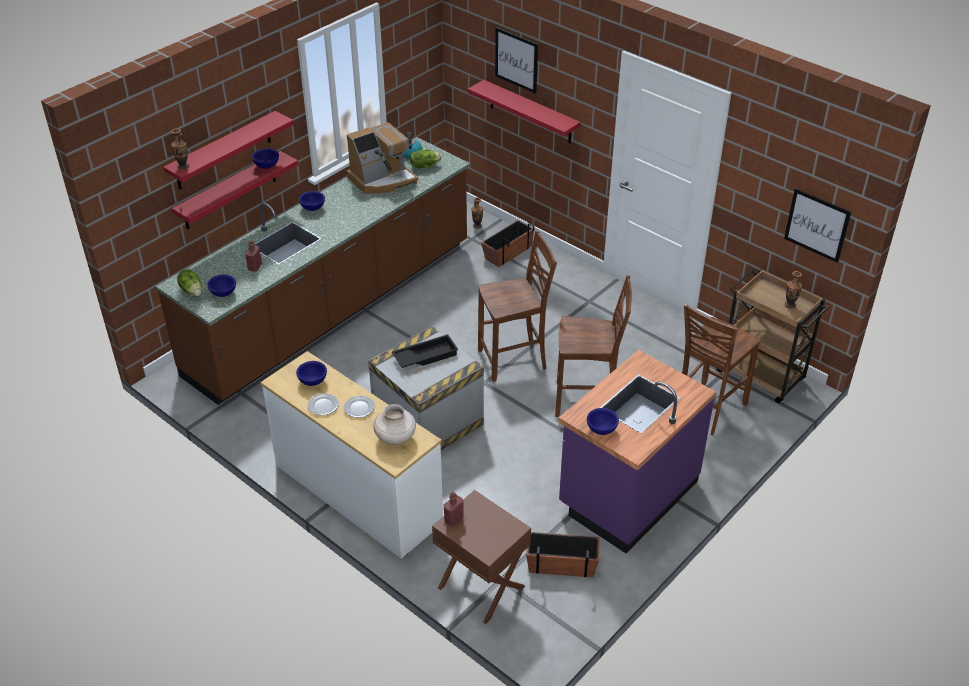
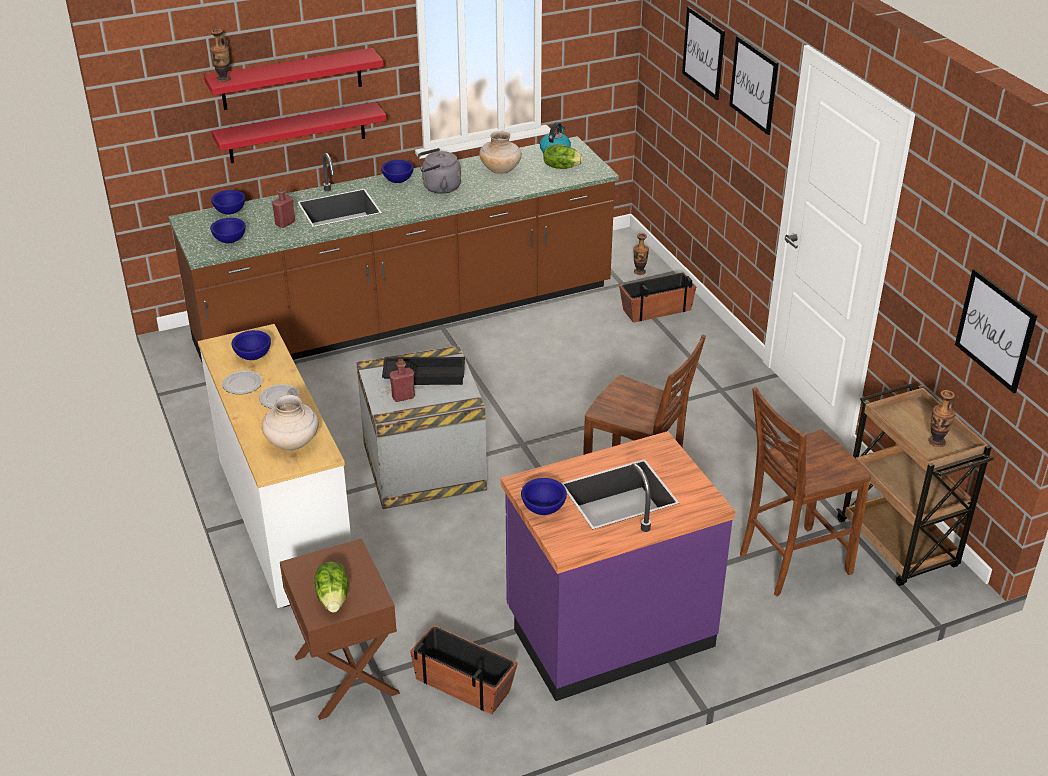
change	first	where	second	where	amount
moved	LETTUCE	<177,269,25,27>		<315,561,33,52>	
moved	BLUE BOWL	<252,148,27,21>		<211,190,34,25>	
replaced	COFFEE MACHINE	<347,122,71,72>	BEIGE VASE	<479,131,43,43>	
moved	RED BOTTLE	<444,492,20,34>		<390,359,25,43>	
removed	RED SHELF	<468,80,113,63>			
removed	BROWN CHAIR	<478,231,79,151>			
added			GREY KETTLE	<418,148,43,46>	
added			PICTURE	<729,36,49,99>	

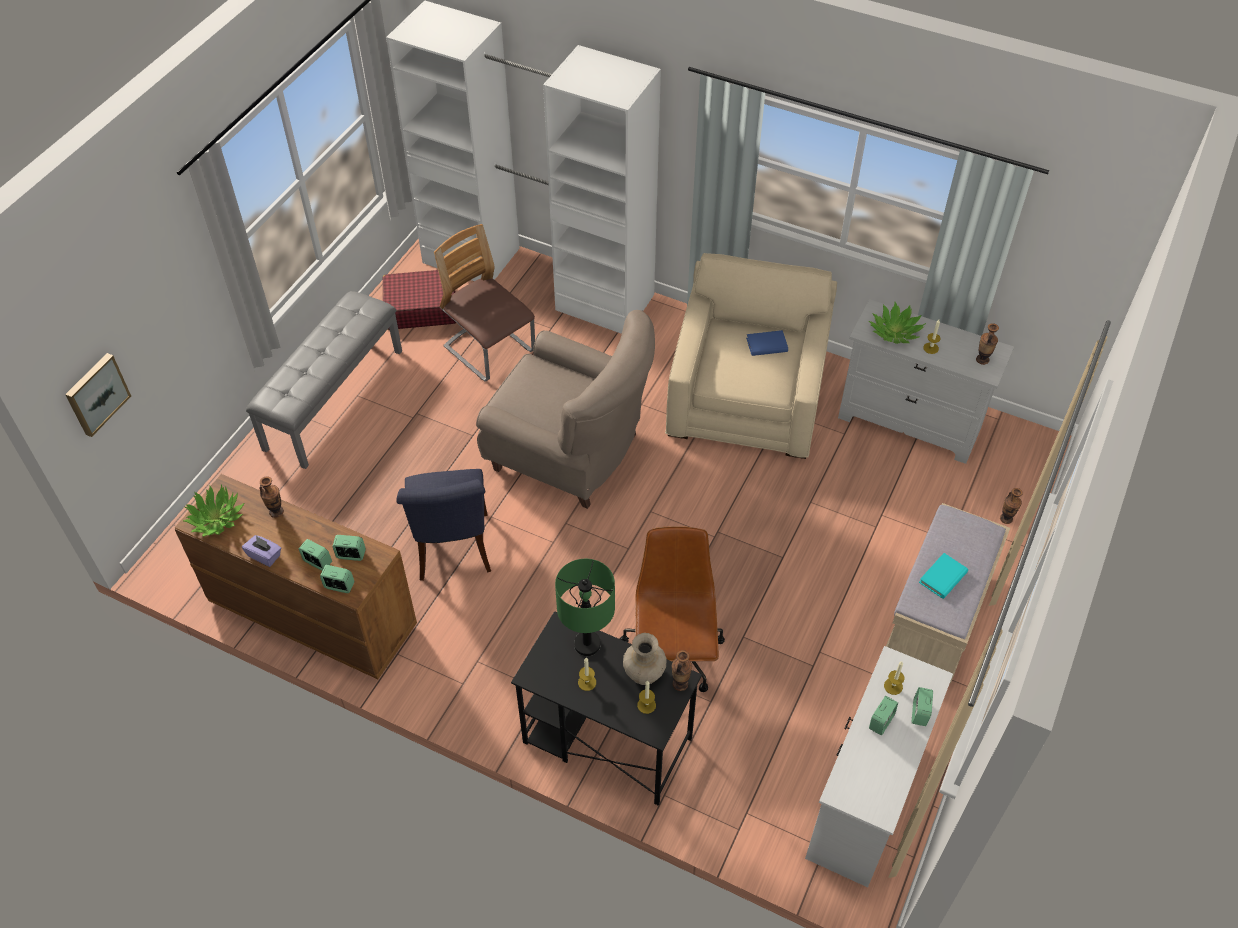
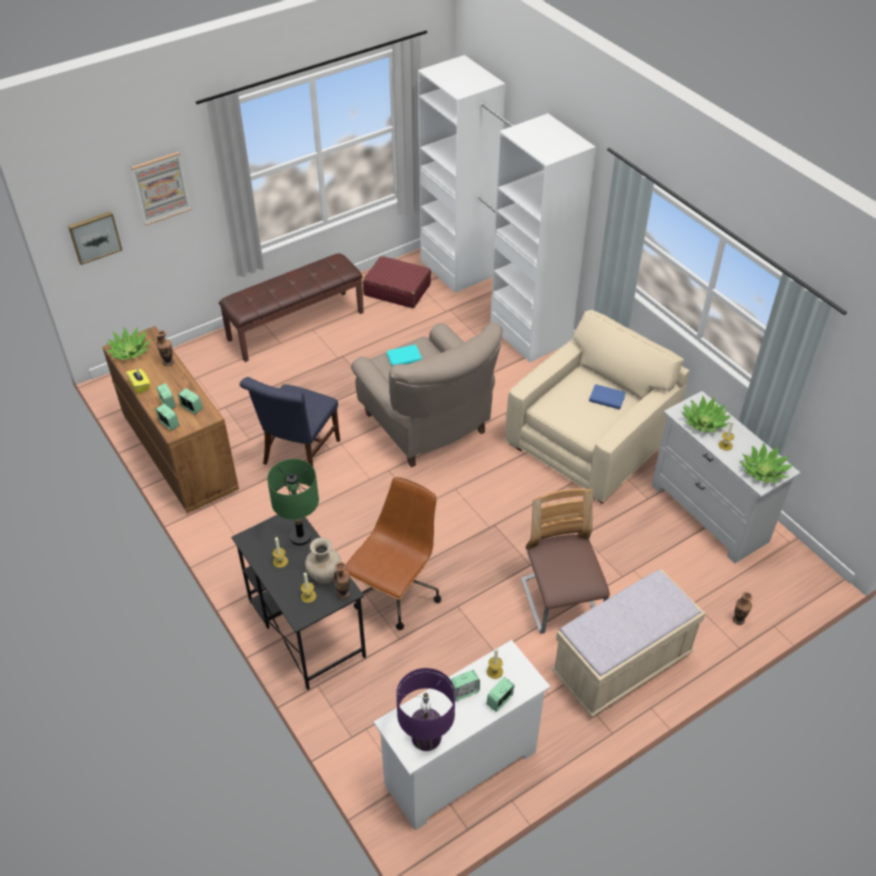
change	first	where	second	where	amount
recoloured	PURPLE TISSUE BOX	<242,535,39,32>	YELLOW TISSUE BOX	<126,368,24,26>	
recoloured	GREY BENCH	<246,291,156,178>	BROWN BENCH	<219,253,145,109>	
moved	CHAIR	<434,224,101,157>		<521,489,89,145>	
moved	TURQUOISE BOOK	<919,553,49,46>		<387,345,35,21>	
replaced	VASE	<976,323,23,42>	POTTED PLANT	<740,442,53,41>	
added			PICTURE	<131,152,60,73>	
added			PURPLE TABLE LAMP	<396,668,59,83>	

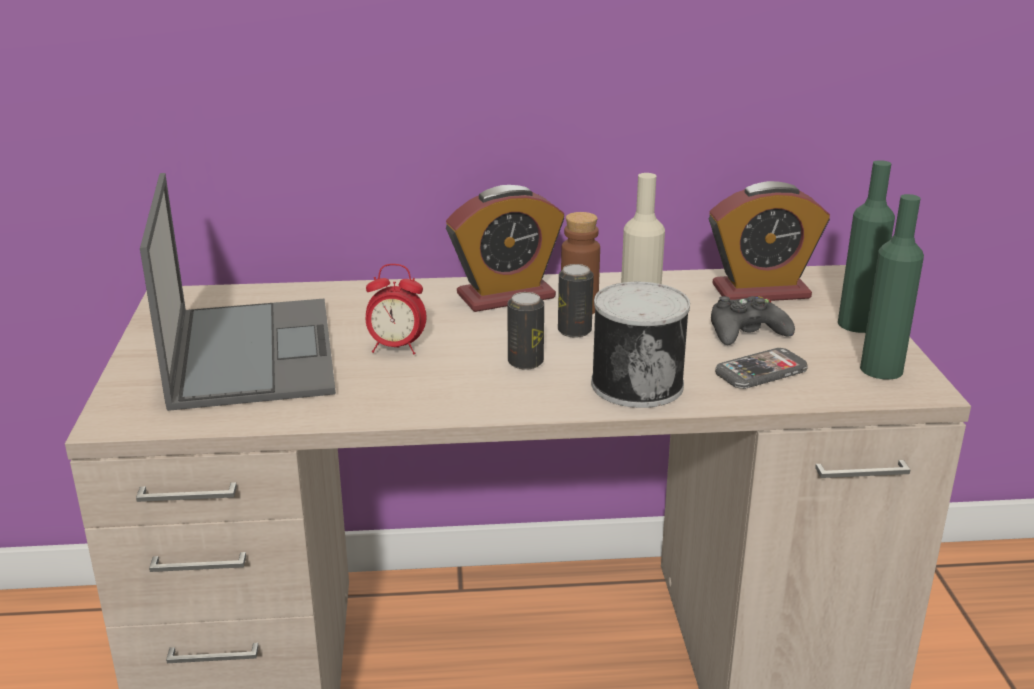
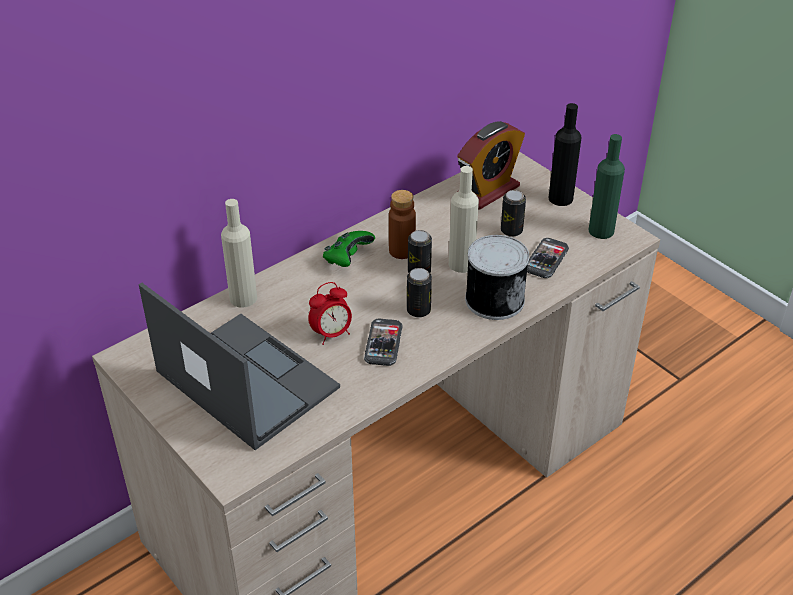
change	first	where	second	where	amount
replaced	ALARM CLOCK	<446,185,118,127>	GREEN GAME CONTROLLER	<323,231,52,36>	
replaced	BLACK GAME CONTROLLER	<711,296,84,49>	CAN	<501,190,25,47>	
recoloured	GREEN BOTTLE	<838,160,57,173>	BLACK BOTTLE	<549,103,32,103>	
added			BEIGE BOTTLE	<221,199,36,109>	
added			PHONE	<364,319,39,47>	

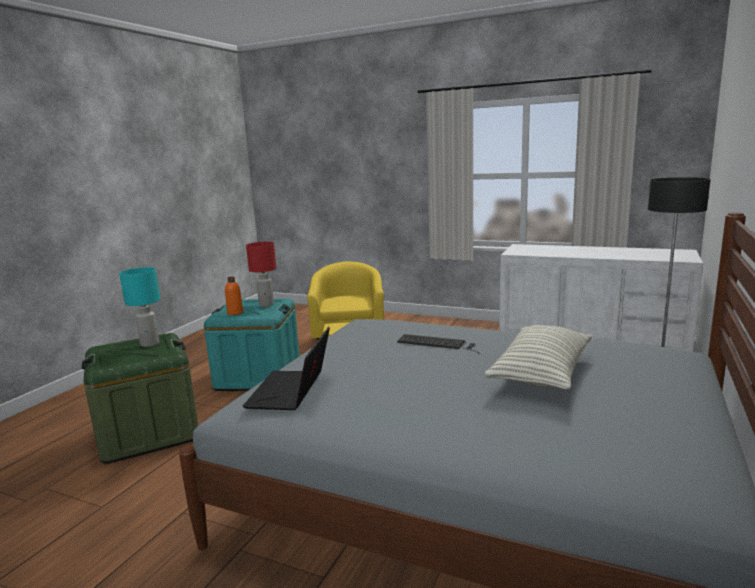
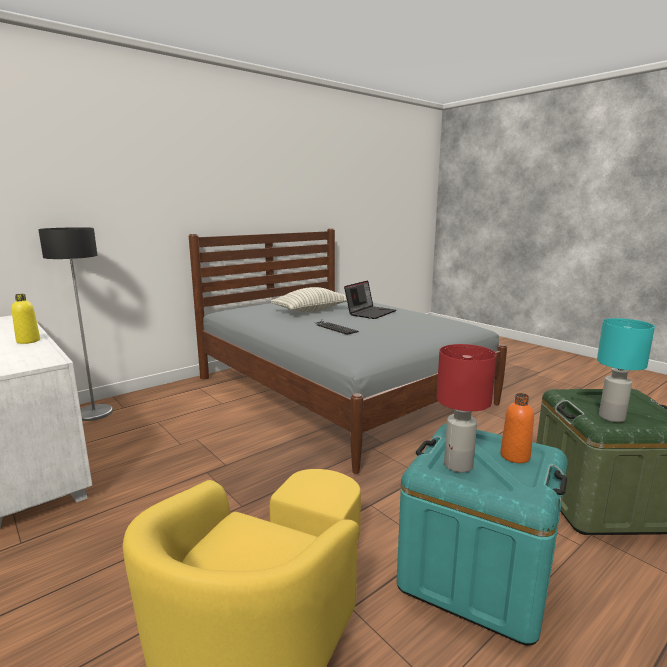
change	first	where	second	where	amount
moved	LAPTOP	<243,327,87,83>		<344,280,52,39>	
added			YELLOW BOTTLE	<11,294,29,50>	

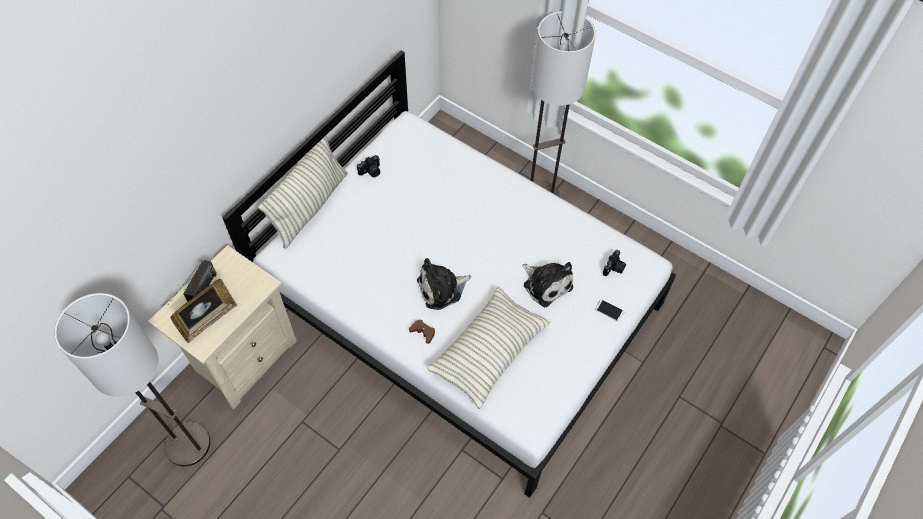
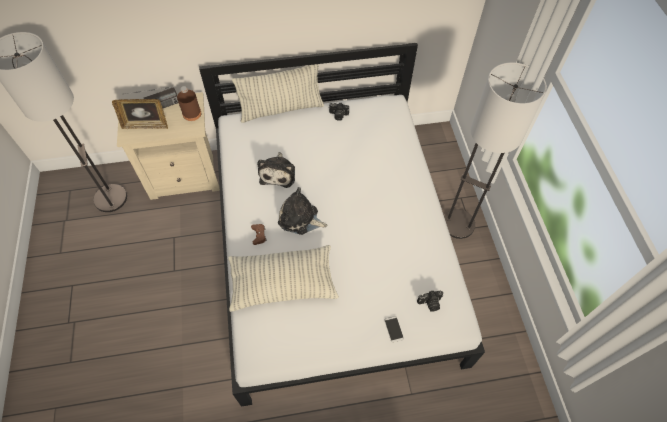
change	first	where	second	where	amount
moved	PLUSH TOY	<522,262,51,45>		<257,152,38,36>	
added			BROWN BOTTLE	<177,86,24,35>	

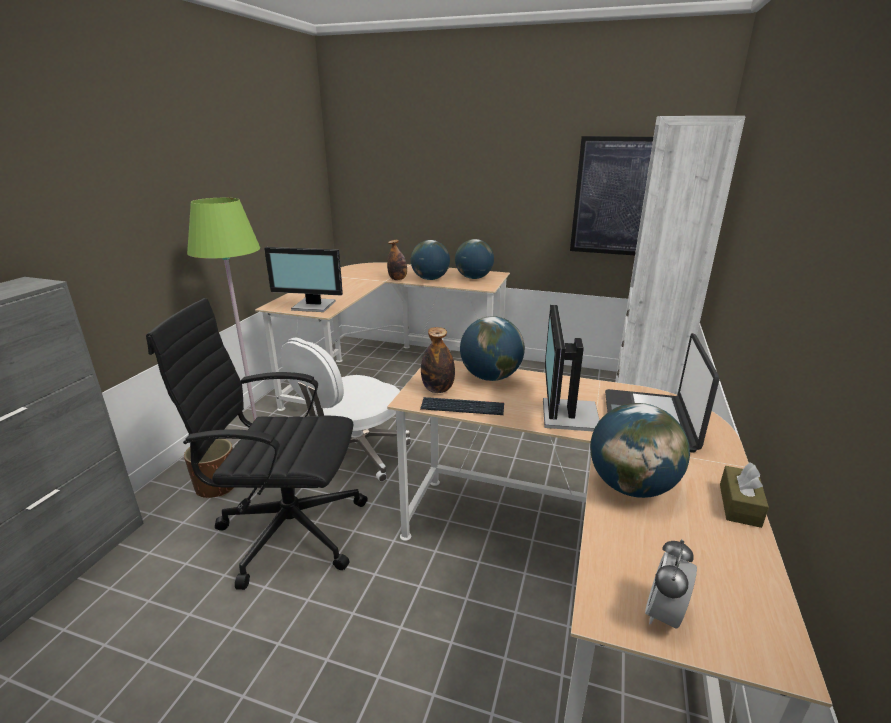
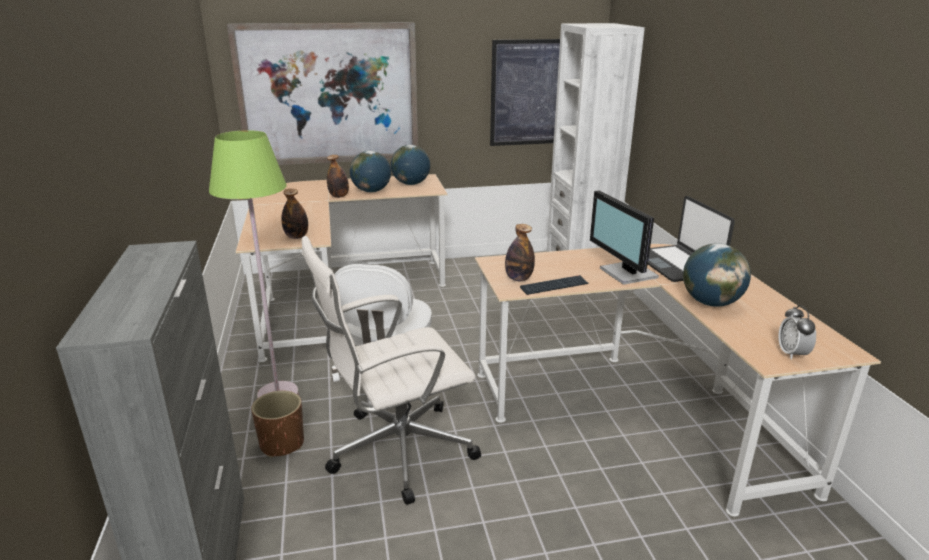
change	first	where	second	where	amount
recoloured	BLACK OFFICE CHAIR	<146,298,222,292>	WHITE OFFICE CHAIR	<302,236,179,269>	
replaced	MONITOR	<264,247,79,65>	BOTTLE	<281,189,27,50>	
removed	GLOBE	<460,316,65,65>			
removed	BROWN TISSUE BOX	<720,462,49,66>			
added			PICTURE	<227,22,191,143>	

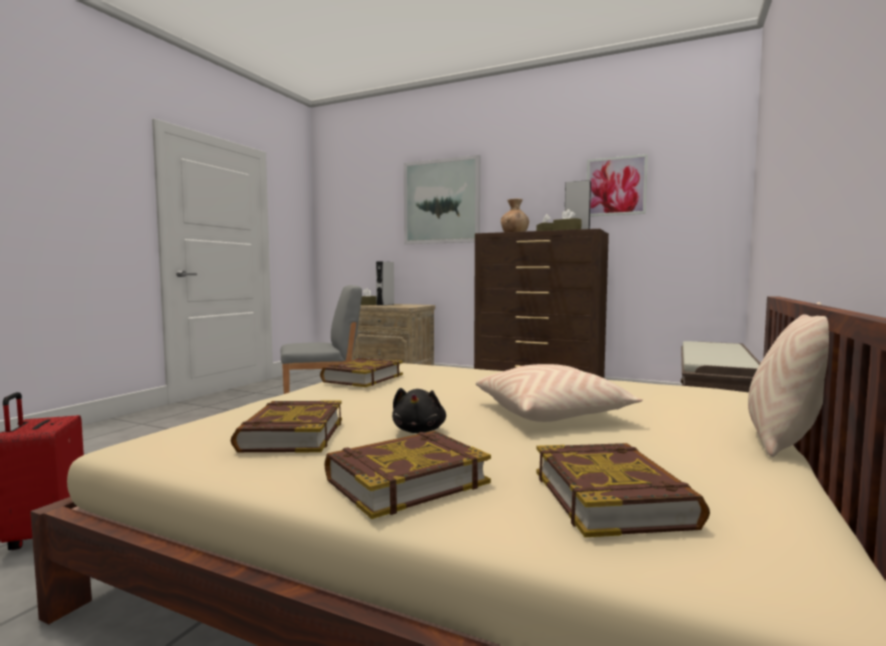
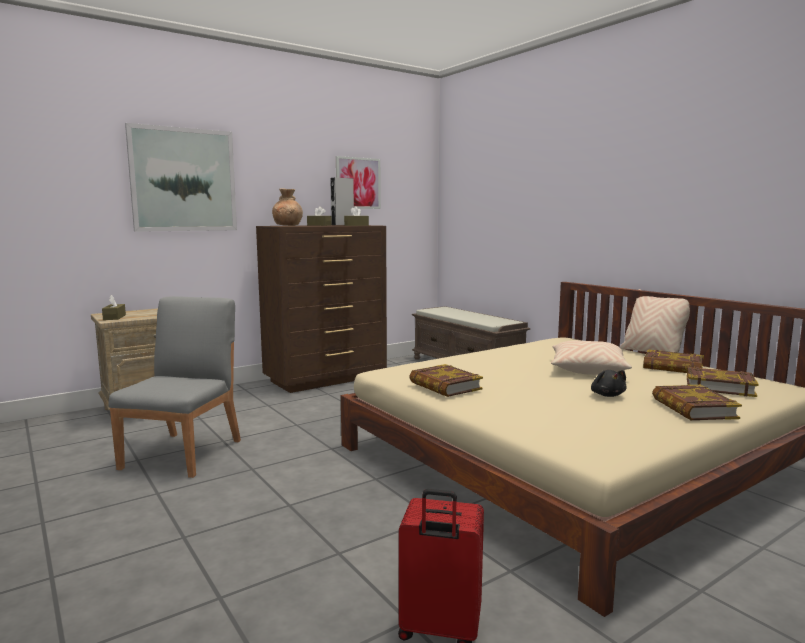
change	first	where	second	where	amount
moved	BOOK	<231,400,111,52>		<643,349,61,24>	
removed	GREY SPEAKER	<376,262,19,44>			
turned	BLACK PLUSH TOY	<392,388,54,45>		<591,370,36,27>	45 degrees clockwise

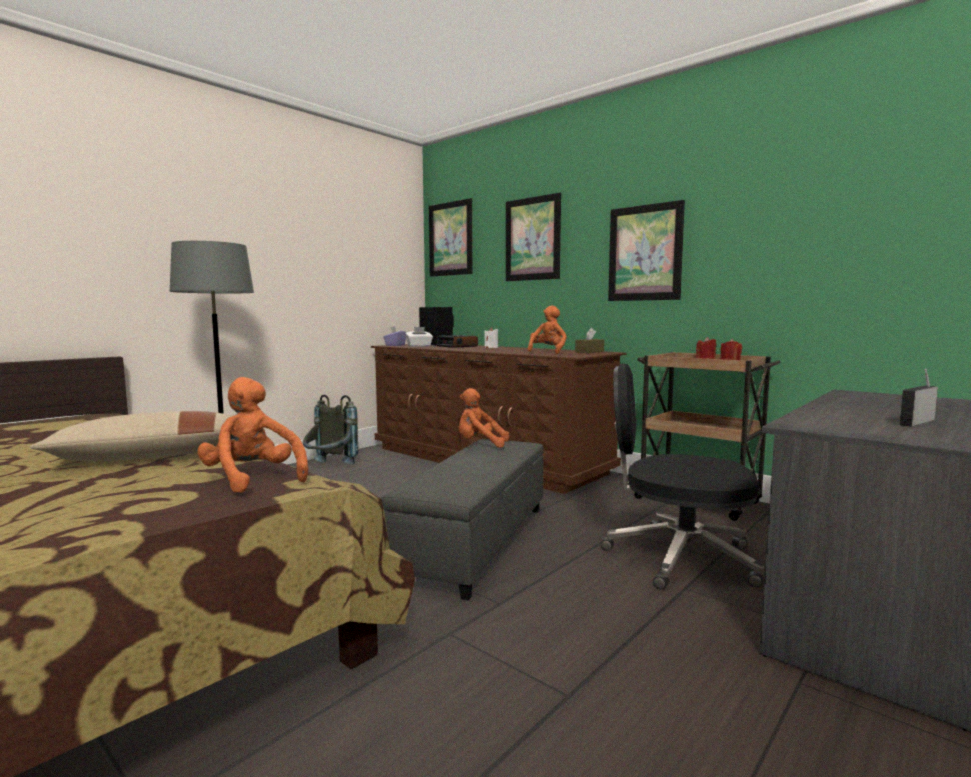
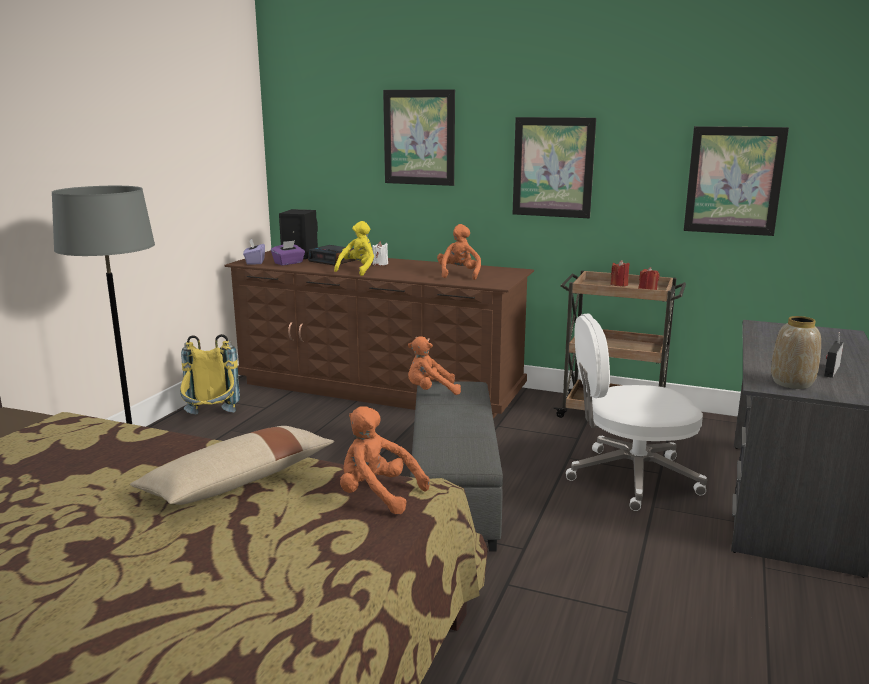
change	first	where	second	where	amount
recoloured	GREY BACKPACK	<303,395,55,70>	YELLOW BACKPACK	<180,334,60,80>	
recoloured	WHITE TISSUE BOX	<405,327,28,20>	PURPLE TISSUE BOX	<271,240,34,25>	
moved	PICTURE	<429,198,44,79>		<684,126,105,110>	
removed	BROWN TISSUE BOX	<575,328,29,25>			
recoloured	BLACK OFFICE CHAIR	<601,364,163,226>	WHITE OFFICE CHAIR	<566,313,141,198>	
added			YELLOW PLUSH TOY	<334,221,40,55>	
added			VASE	<771,316,50,73>	

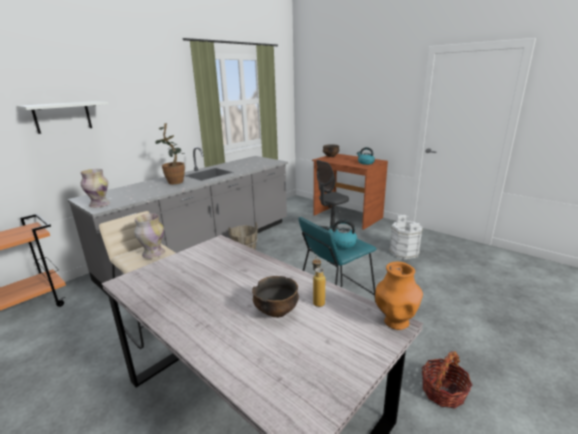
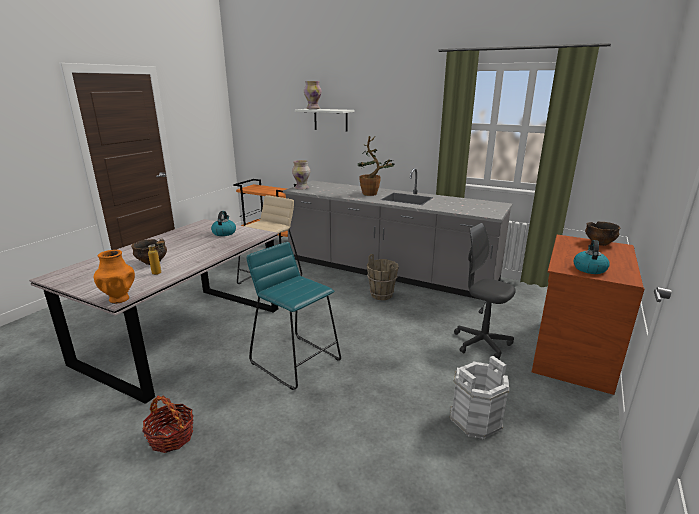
change	first	where	second	where	amount
moved	VASE	<134,213,31,46>		<304,81,18,28>	
moved	KETTLE	<326,220,31,29>		<211,211,25,25>	

